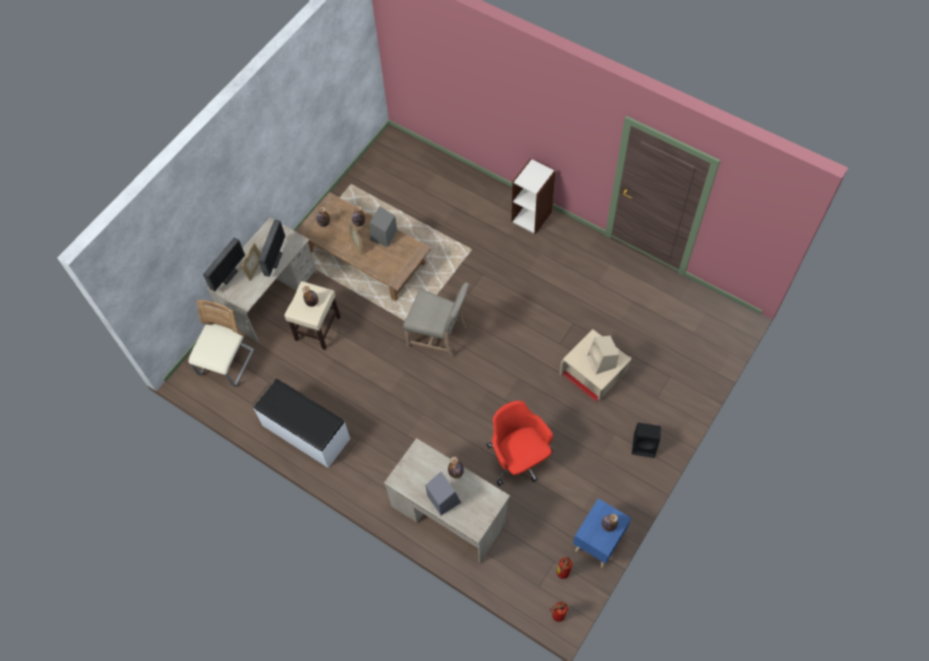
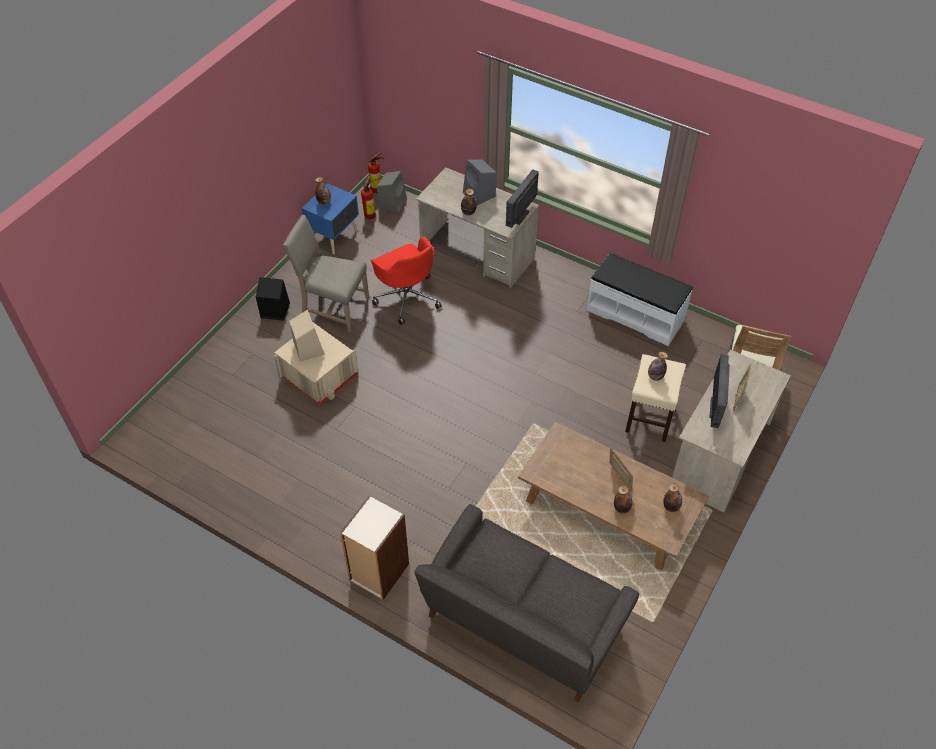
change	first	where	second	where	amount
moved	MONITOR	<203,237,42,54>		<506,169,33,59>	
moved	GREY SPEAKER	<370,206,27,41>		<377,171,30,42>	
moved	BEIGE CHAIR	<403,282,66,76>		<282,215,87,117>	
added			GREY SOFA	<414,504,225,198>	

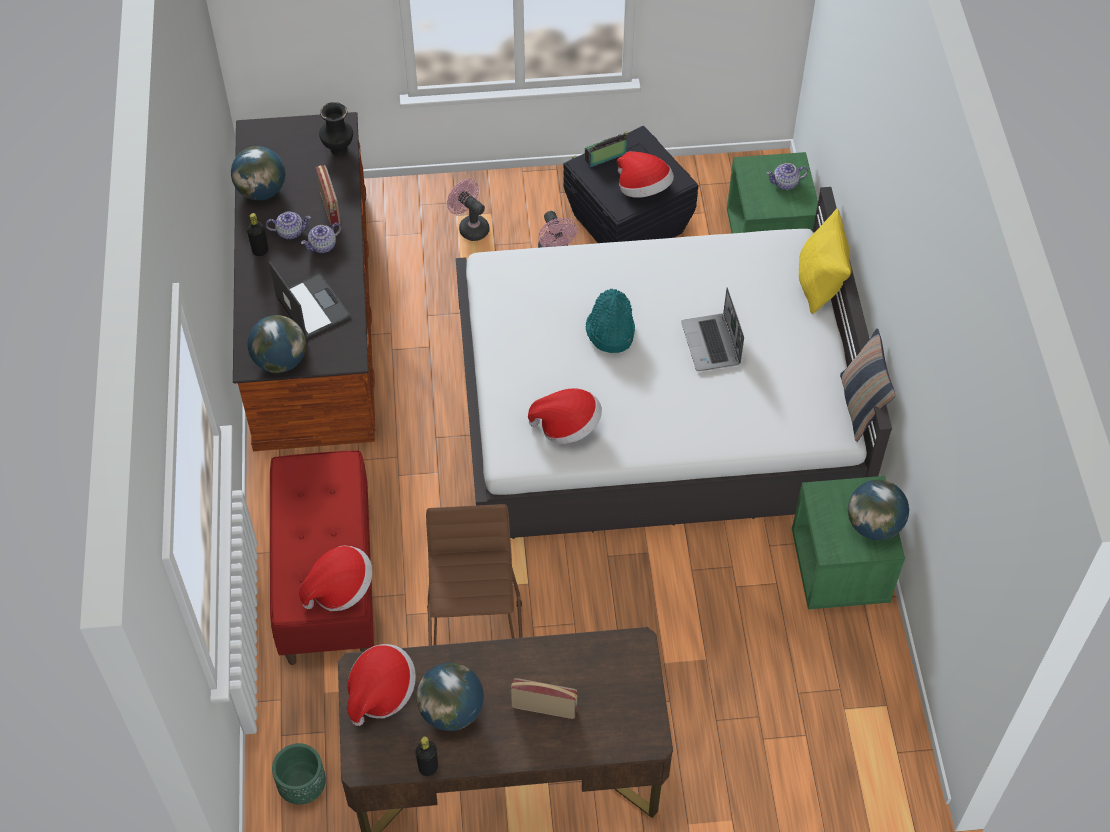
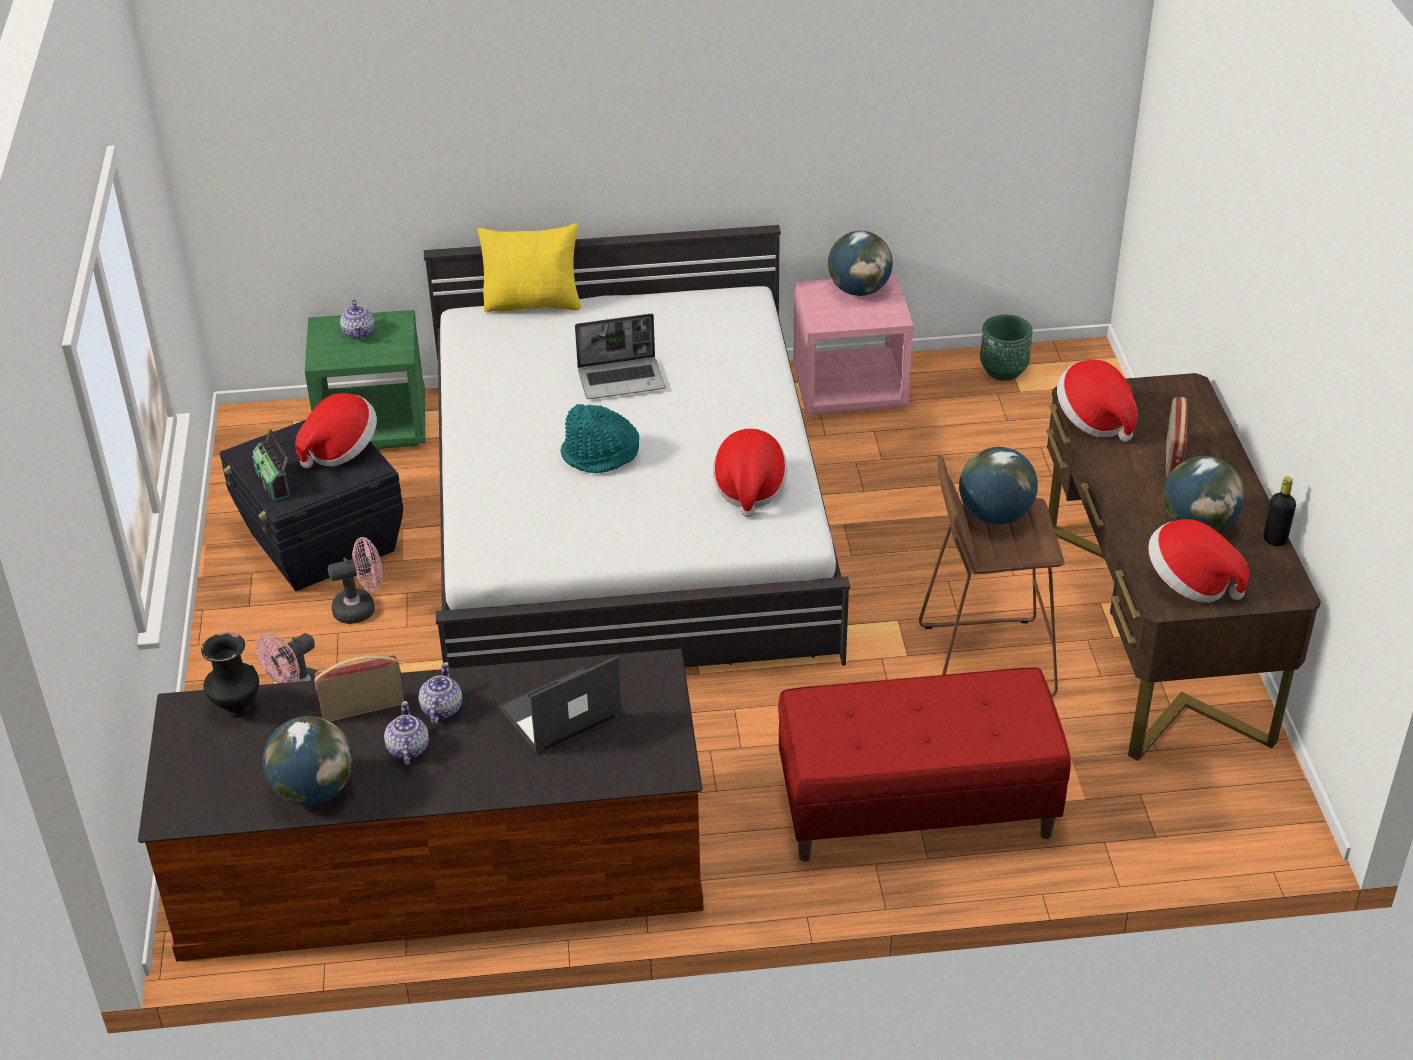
change	first	where	second	where	amount
removed	BLACK BOTTLE	<247,213,21,43>			
moved	GLOBE	<247,315,59,58>		<959,447,79,78>	
moved	GREEN PLANTER	<272,743,54,62>		<980,315,53,66>	
moved	HAT	<299,546,73,65>		<1057,360,81,82>	
turned	TEAPOT	<301,223,40,30>		<418,662,44,62>	135 degrees counterclockwise
recoloured	GREEN NIGHTSTAND	<792,476,113,134>	PINK NIGHTSTAND	<793,274,121,141>	
removed	PILLOW	<840,328,55,114>			

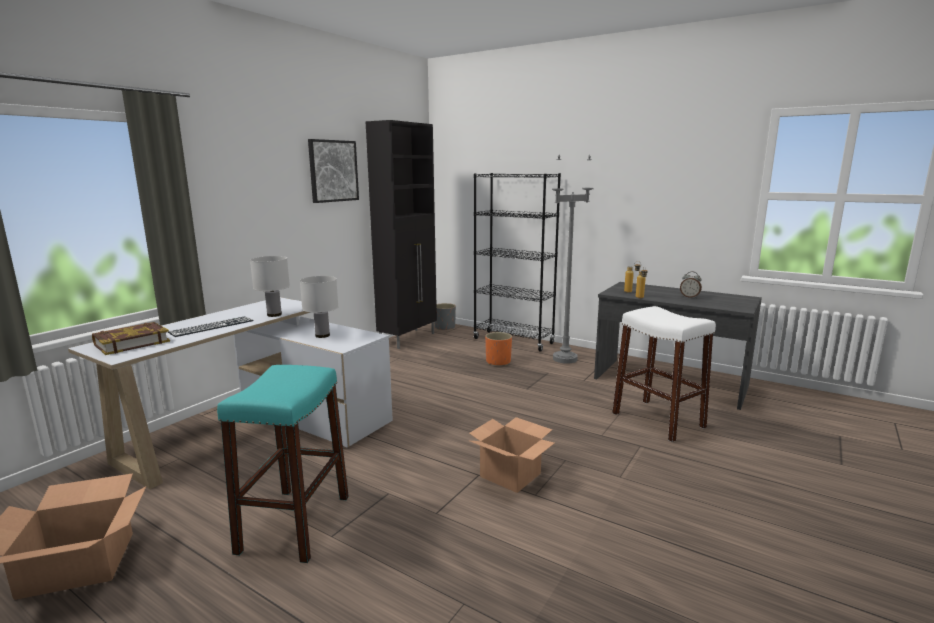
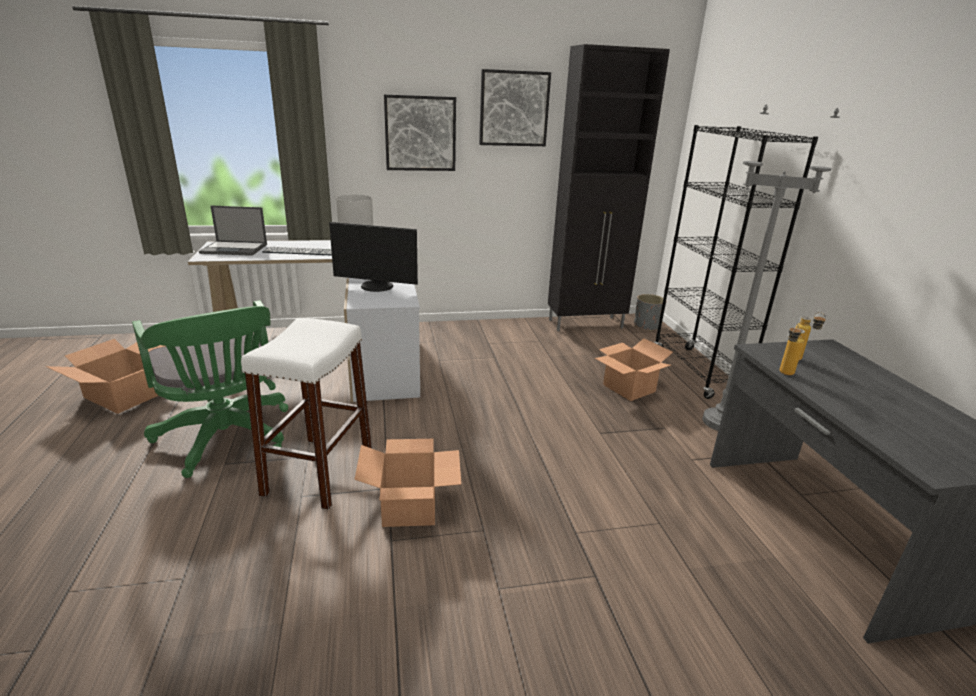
change	first	where	second	where	amount
replaced	BOOK	<92,322,78,33>	LAPTOP	<199,206,68,50>	
replaced	TURQUOISE STOOL	<217,365,132,198>	GREEN OFFICE CHAIR	<132,300,156,178>	
replaced	WHITE TABLE LAMP	<300,276,39,62>	MONITOR	<329,222,89,70>	
replaced	ORANGE PLANTER	<485,332,27,34>	CARDBOARD BOX	<595,338,78,63>	
moved	WHITE STOOL	<612,306,104,136>		<241,318,131,192>	
removed	ALARM CLOCK	<680,271,22,27>			
added			PICTURE	<384,94,72,77>	

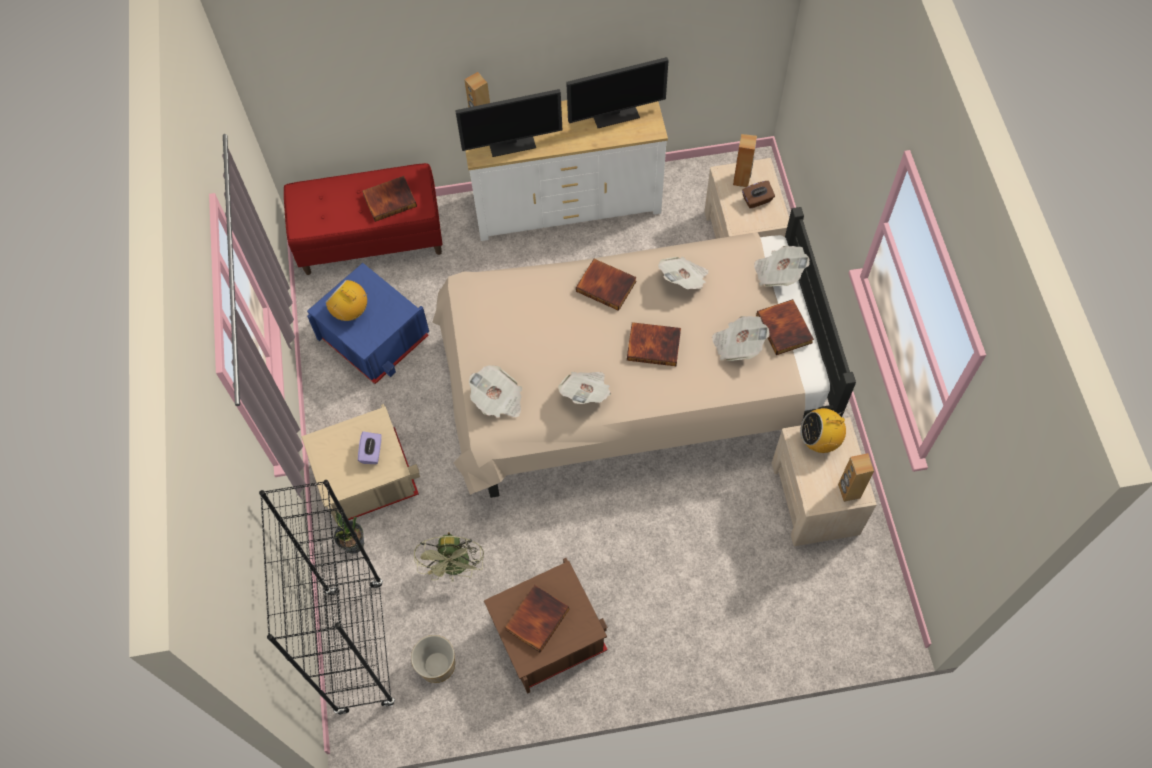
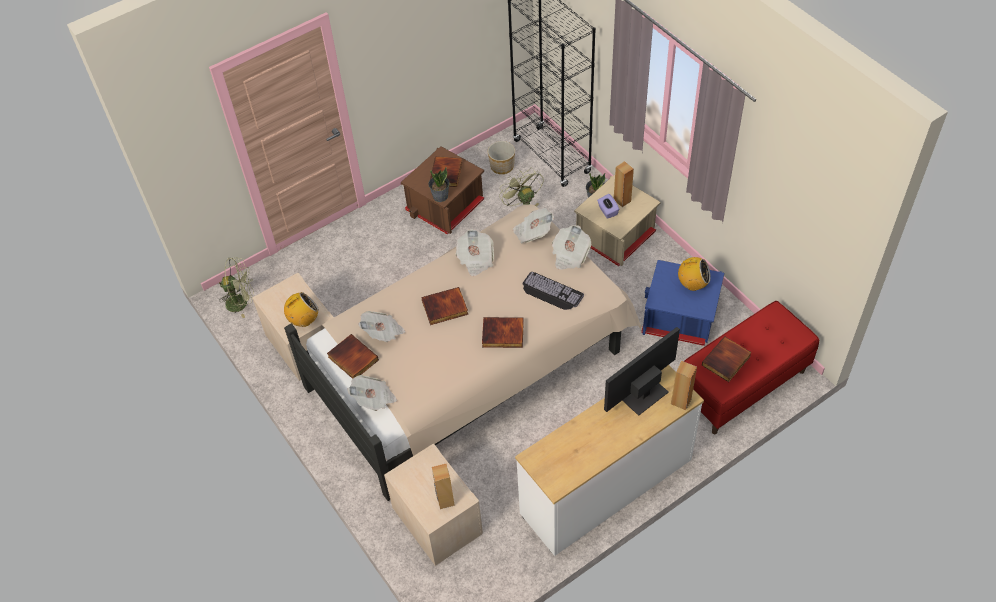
change	first	where	second	where	amount
removed	MONITOR	<566,57,103,71>			
moved	NEWSPAPER	<658,257,51,32>		<552,225,40,45>	
removed	BROWN TISSUE BOX	<742,181,33,28>			
moved	BROWN SPEAKER	<838,453,36,49>		<614,161,20,46>	
added			GREEN FAN	<219,257,35,61>	
added			POTTED PLANT	<428,167,22,35>	
added			KEYBOARD	<523,272,61,38>	

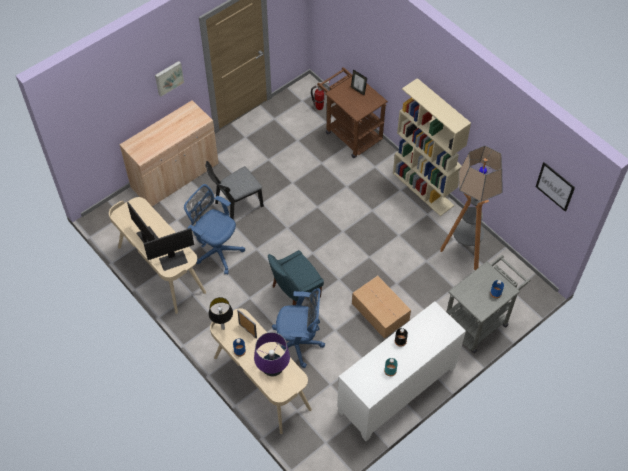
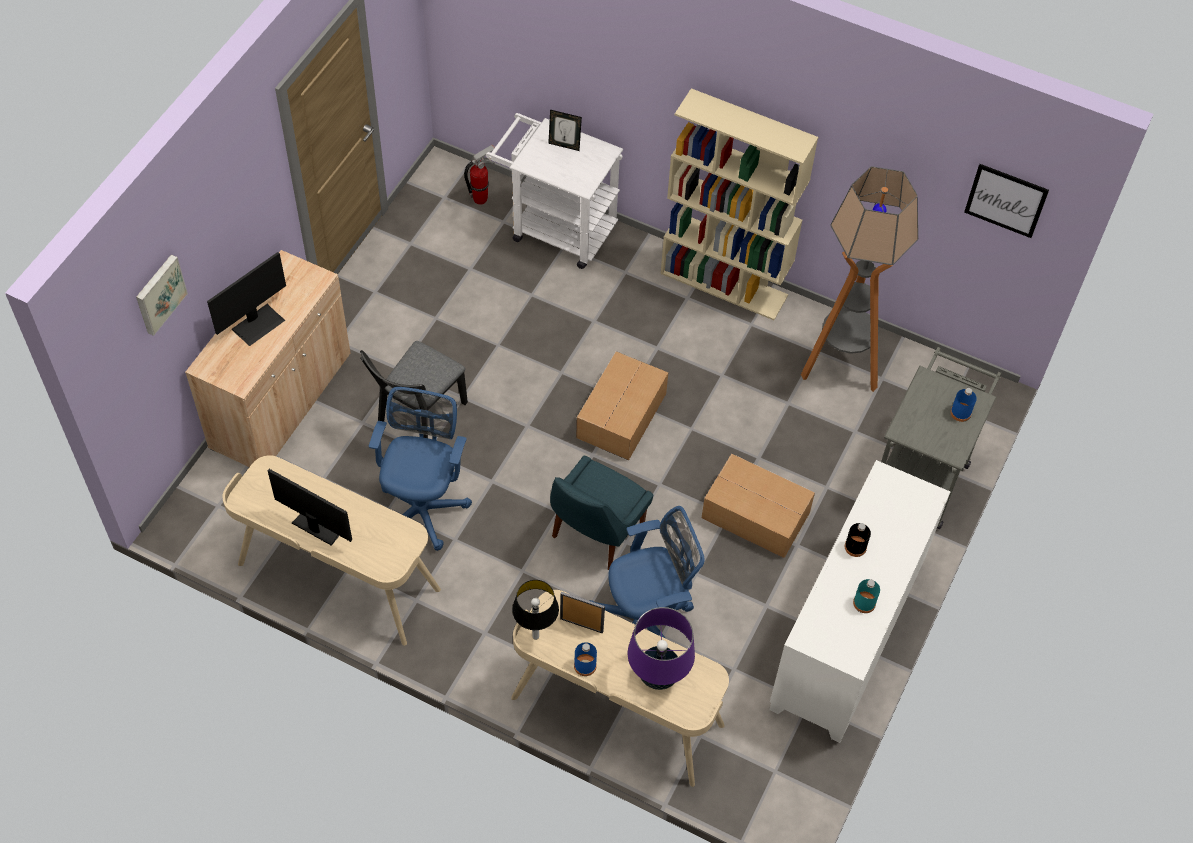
change	first	where	second	where	amount
moved	MONITOR	<143,228,51,43>		<207,252,79,94>	
moved	PICTURE	<155,61,29,36>		<136,255,52,81>	
turned	BLUE OFFICE CHAIR	<184,184,61,91>		<369,387,103,164>	90 degrees clockwise
recoloured	BROWN CART	<317,67,71,91>	WHITE CART	<486,113,137,156>	
added			CARDBOARD BOX	<576,351,92,109>	

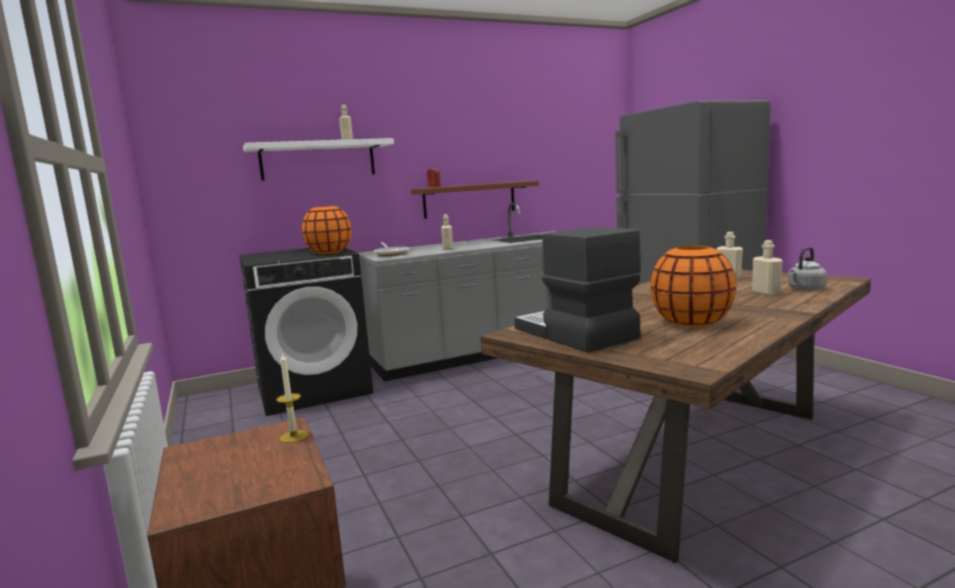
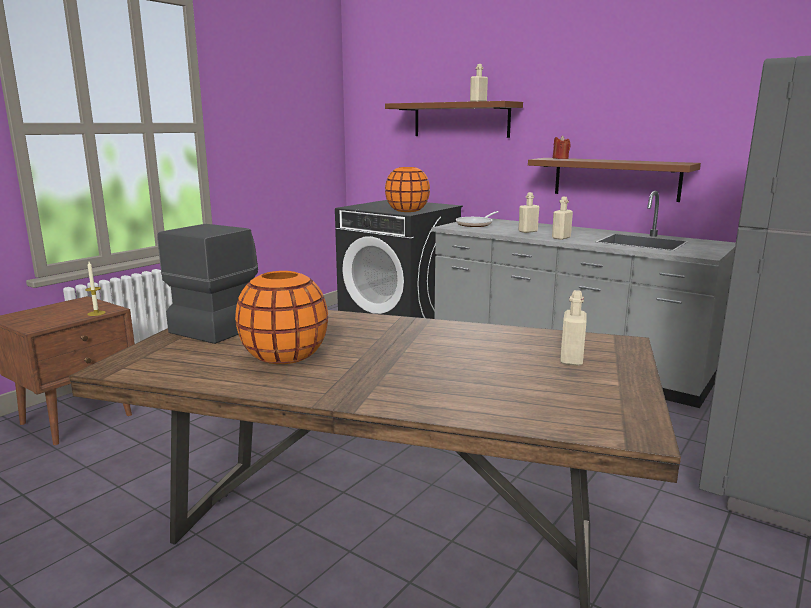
change	first	where	second	where	amount
recoloured	WHITE SHELF	<243,138,151,43>	BROWN SHELF	<385,101,138,37>	
moved	BEIGE BOTTLE	<752,240,31,55>		<552,197,21,43>	
removed	GREY KETTLE	<788,247,39,44>			

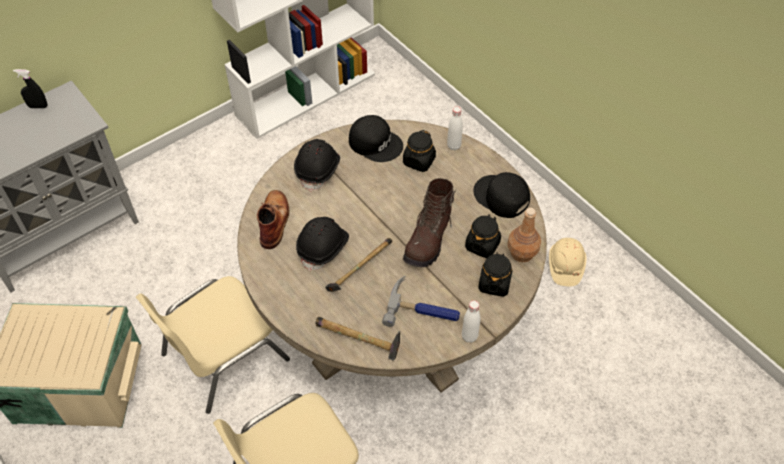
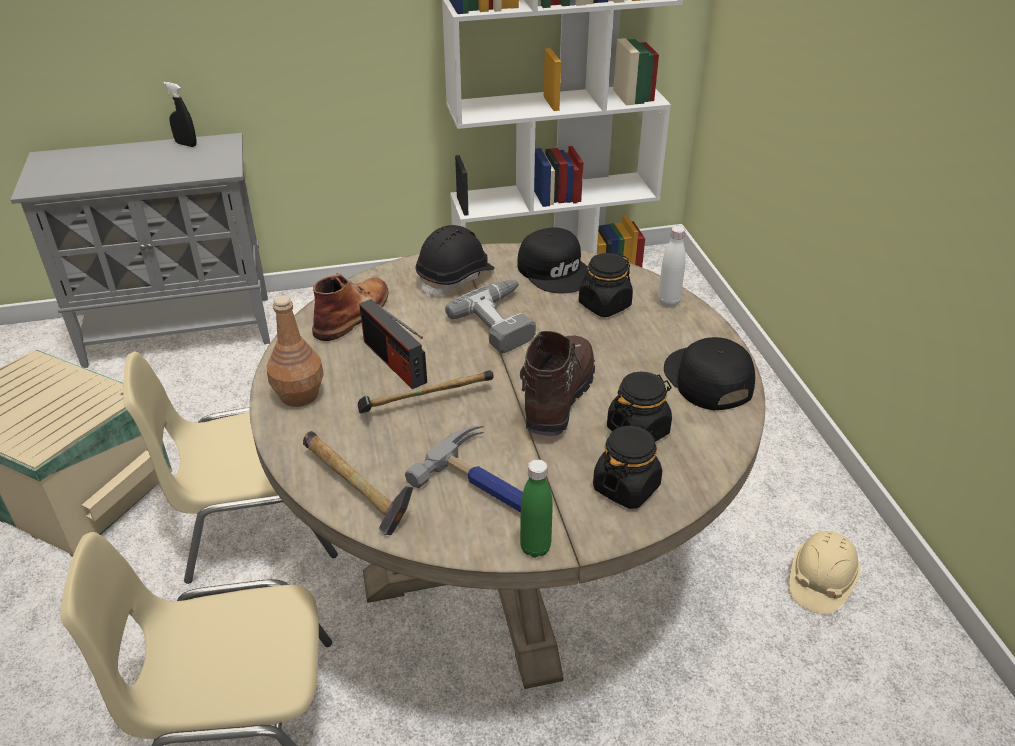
change	first	where	second	where	amount
replaced	BLACK HARD HAT	<296,217,53,54>	RADIO	<359,299,68,90>	
turned	BROWN BOOT	<403,178,53,89>		<520,331,75,105>	150 degrees clockwise
recoloured	WHITE BOTTLE	<462,300,19,43>	GREEN BOTTLE	<520,459,33,99>	
moved	BROWN BOTTLE	<507,208,34,54>		<267,296,57,111>	
added			POWER DRILL	<445,280,91,74>	

